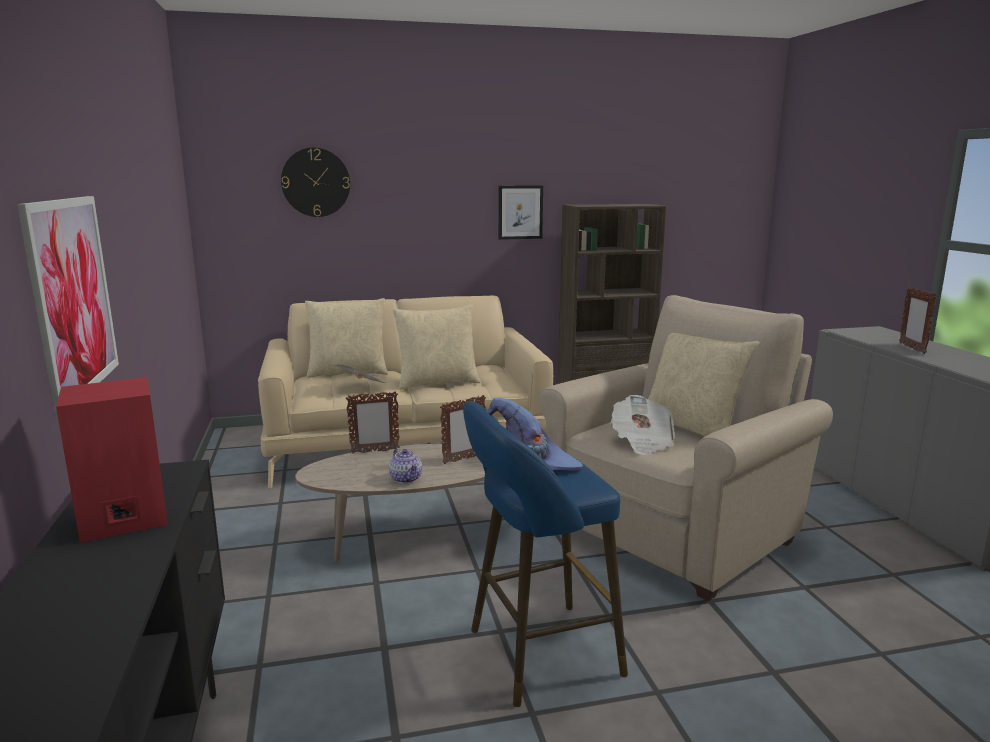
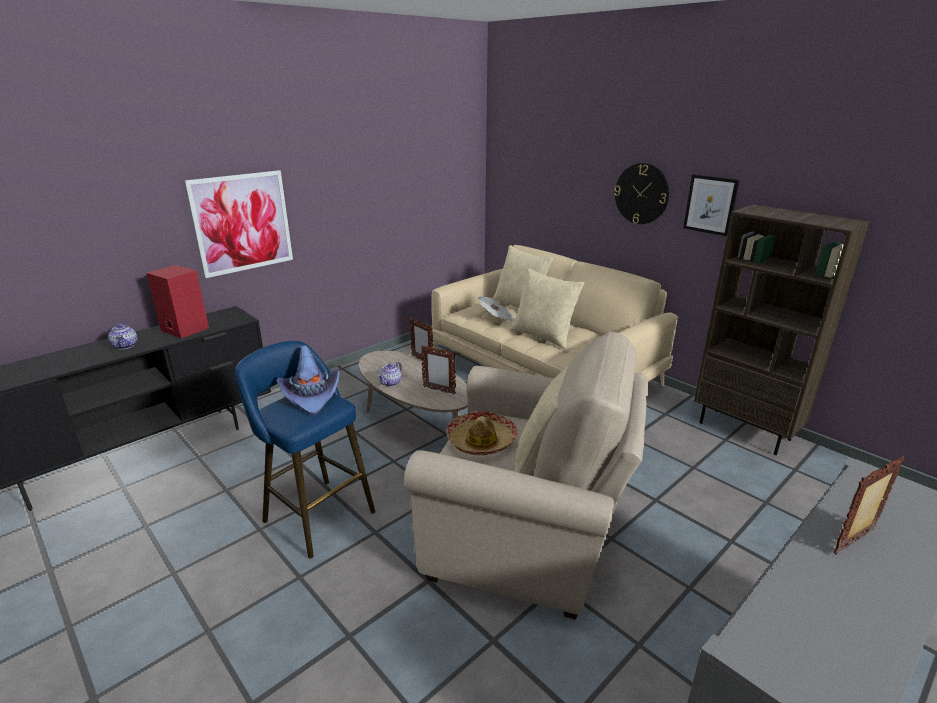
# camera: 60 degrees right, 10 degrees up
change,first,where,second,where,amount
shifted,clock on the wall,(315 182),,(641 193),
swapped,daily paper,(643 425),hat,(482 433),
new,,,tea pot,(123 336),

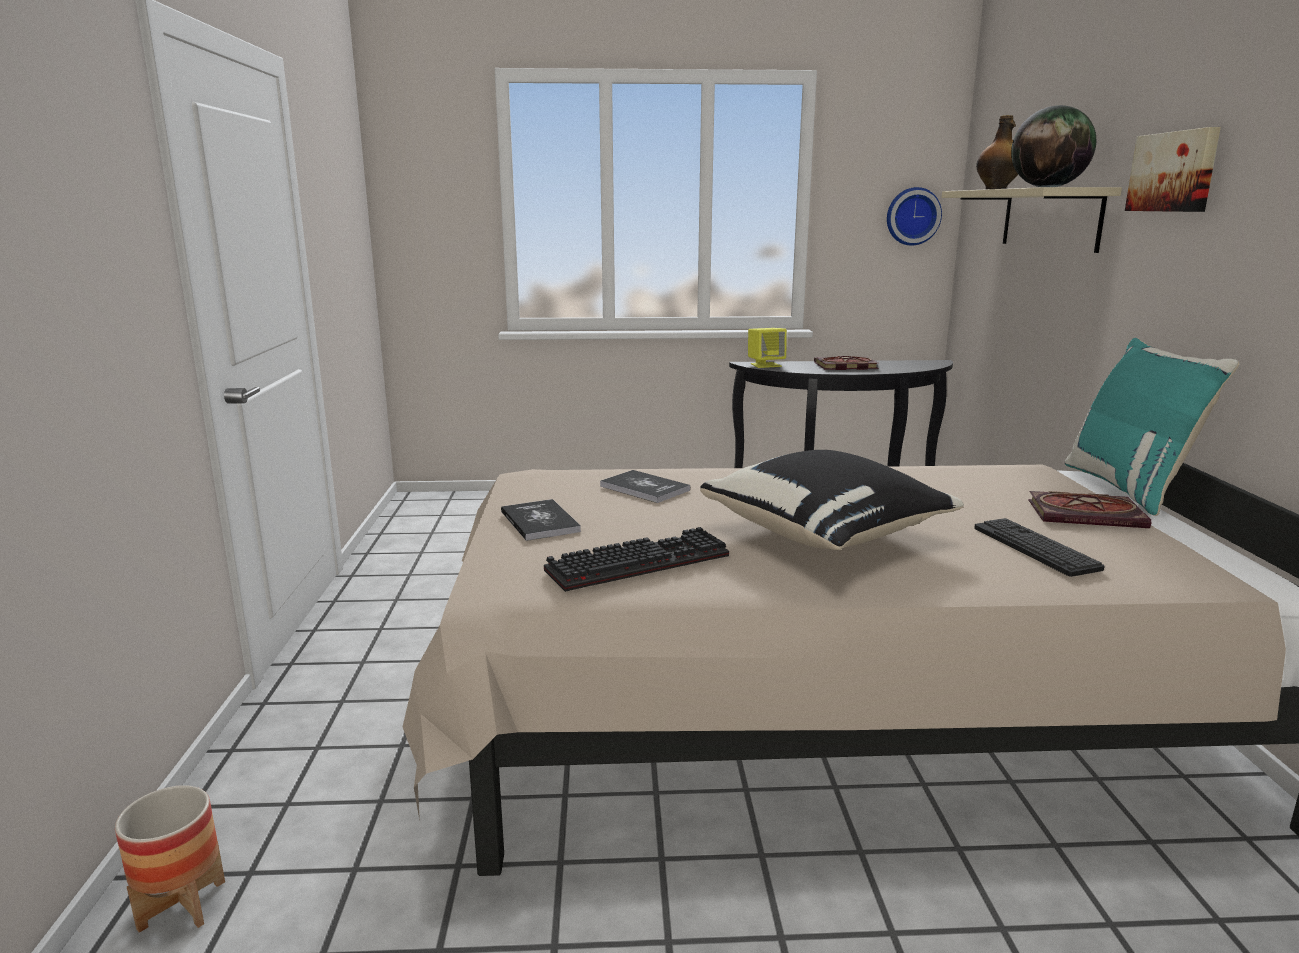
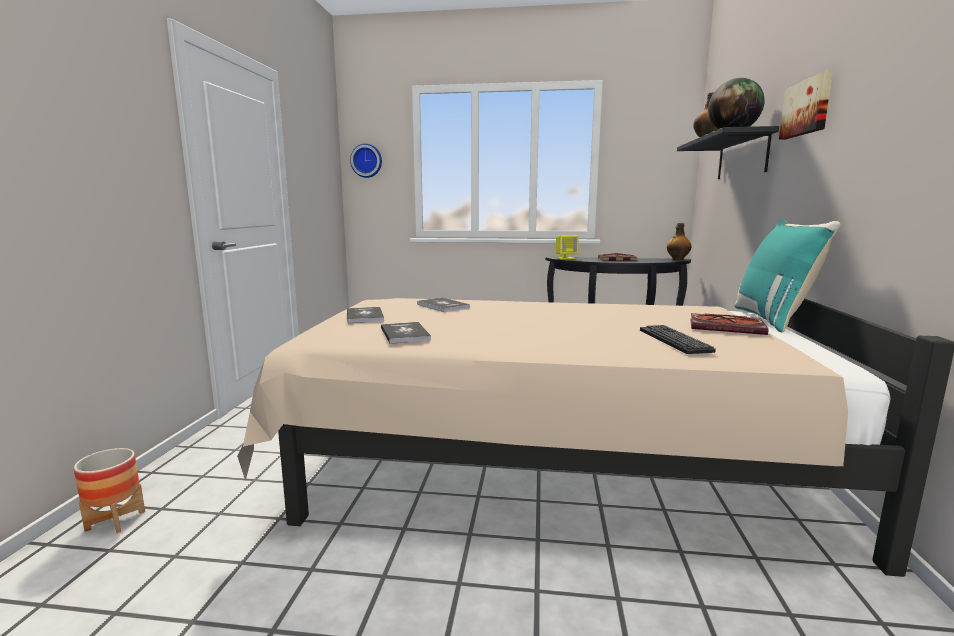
# camera: 10 degrees right, 5 degrees down
change,first,where,second,where,amount
shifted,clock on the wall,(914 216),,(366 160),
repainted,beige-coloured bracket shelf,(1032 220),blackish bracket shelf,(728 152),
gone,blackish cushion,(832 500),,,
swapped,keyboard,(636 559),bound book,(406 333),
new,,,beverage bottle,(679 241),

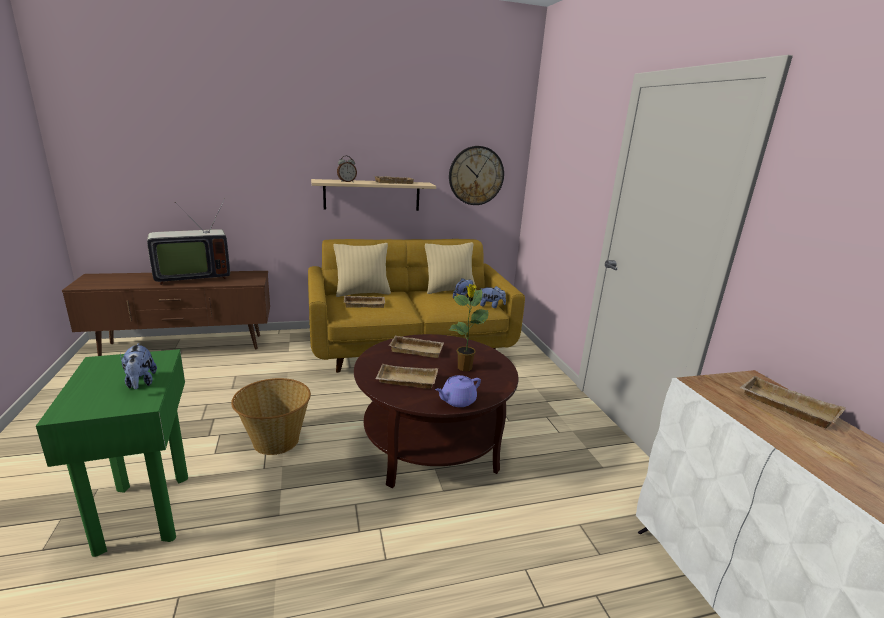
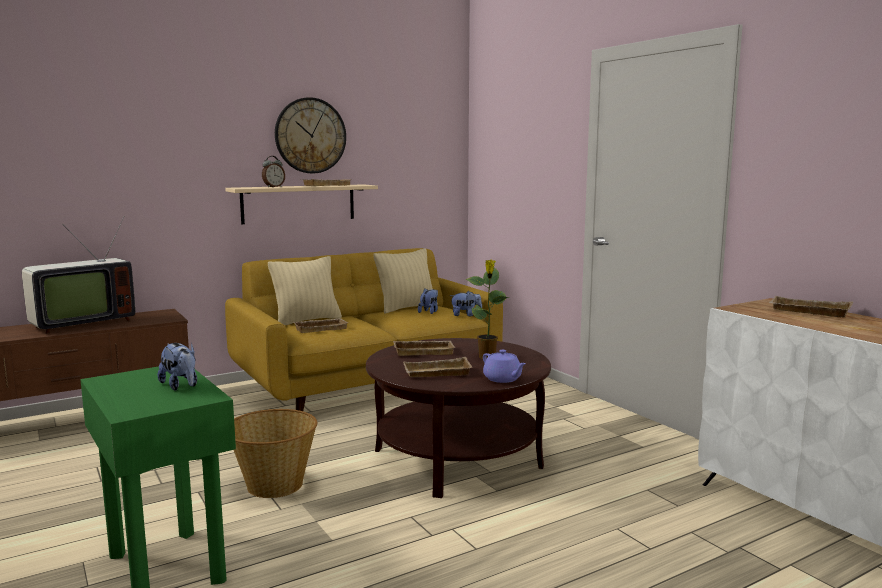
# camera: 15 degrees left, 10 degrees down
change,first,where,second,where,amount
shifted,clock on the wall,(476 175),,(310 135),
rotated,purplish tea pot,(458 391),,(504 366),75 degrees counterclockwise

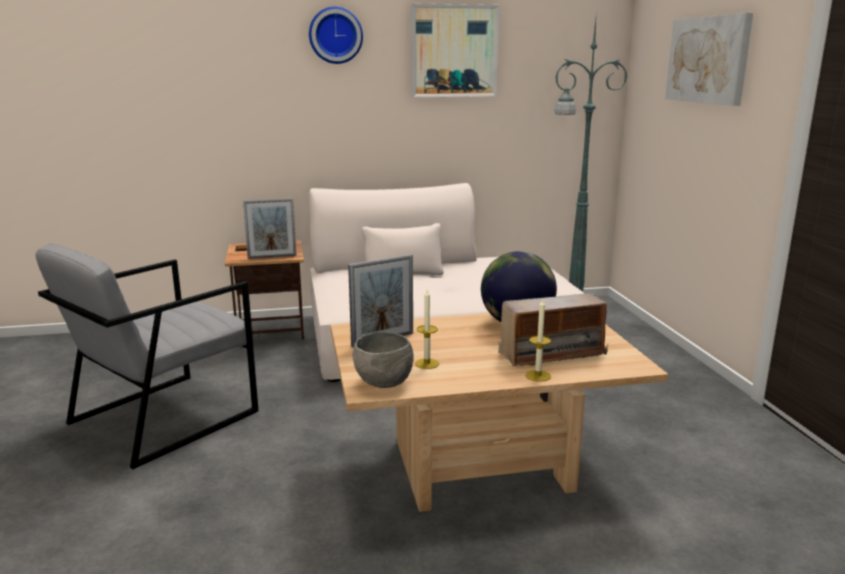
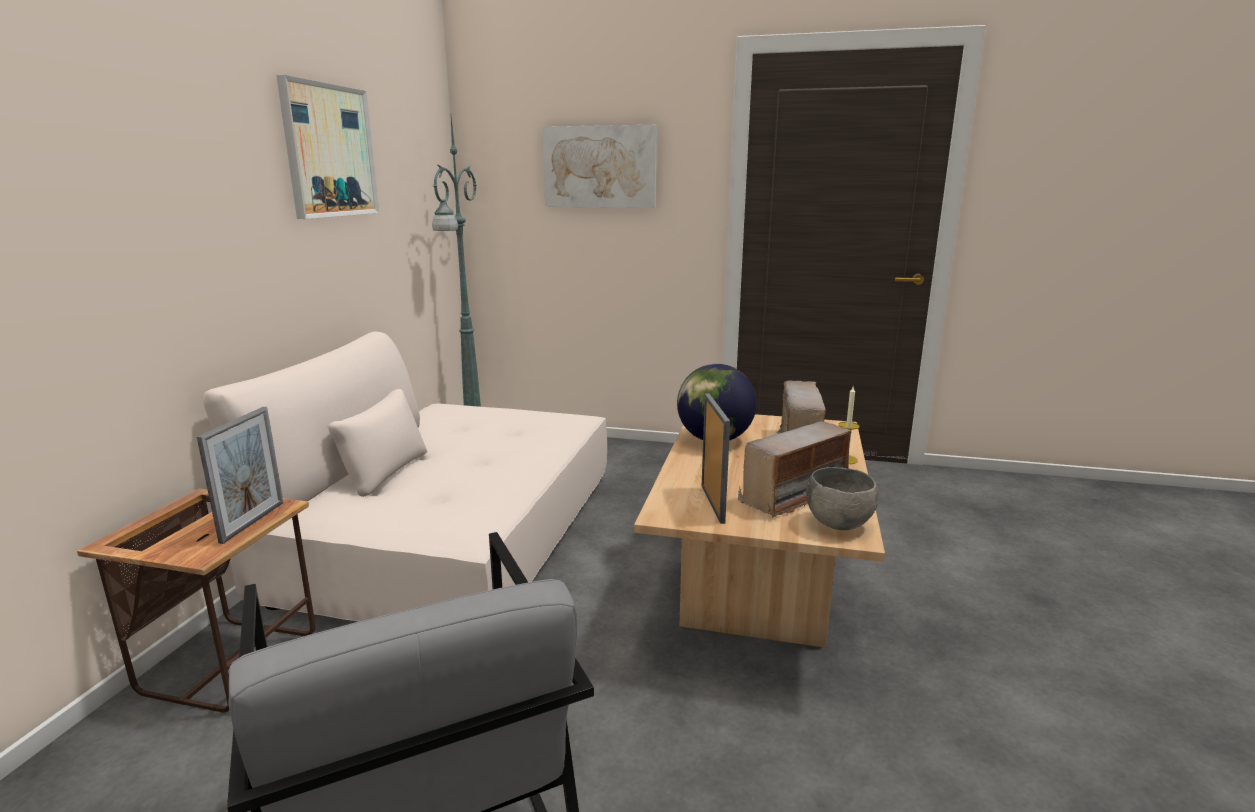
# camera: 65 degrees left, 0 degrees up
change,first,where,second,where,amount
gone,clock on the wall,(336 35),,,
swapped,wax light,(427 329),radio,(794 469),

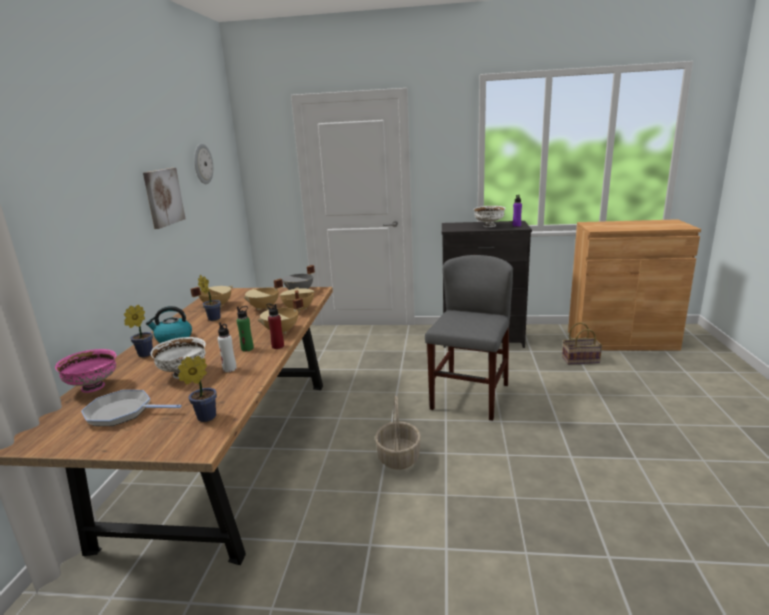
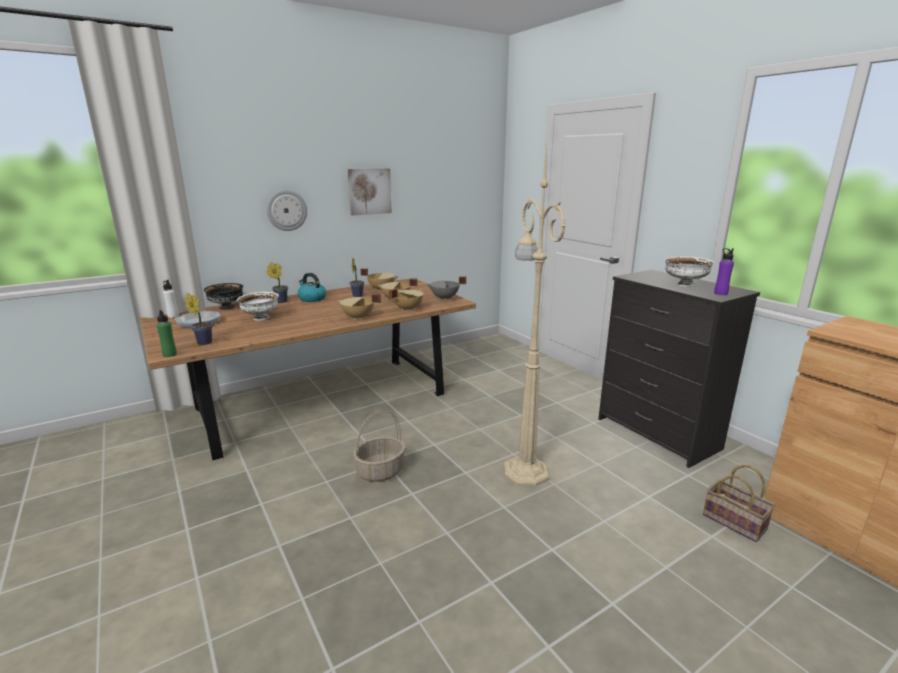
# camera: 50 degrees right, 0 degrees up
change,first,where,second,where,amount
shifted,clock on the wall,(203 164),,(286 210),
swapped,greyish chair,(469 338),beige-coloured standard lamp,(535 315),
gone,reddish beverage bottle,(275 326),,,
shifted,green-coloured beverage bottle,(245 329),,(167 333),
shifted,white-coloured beverage bottle,(227 347),,(171 299),
repainted,pink serving bowl,(86 371),blackish serving bowl,(223 296),

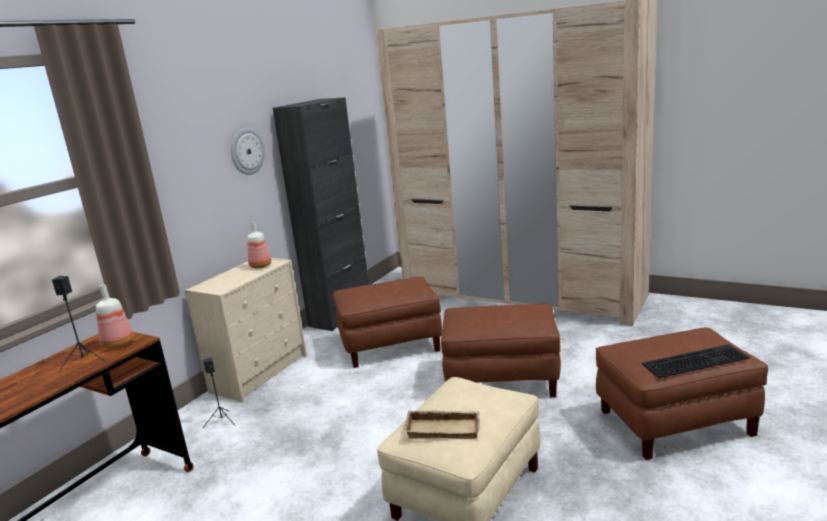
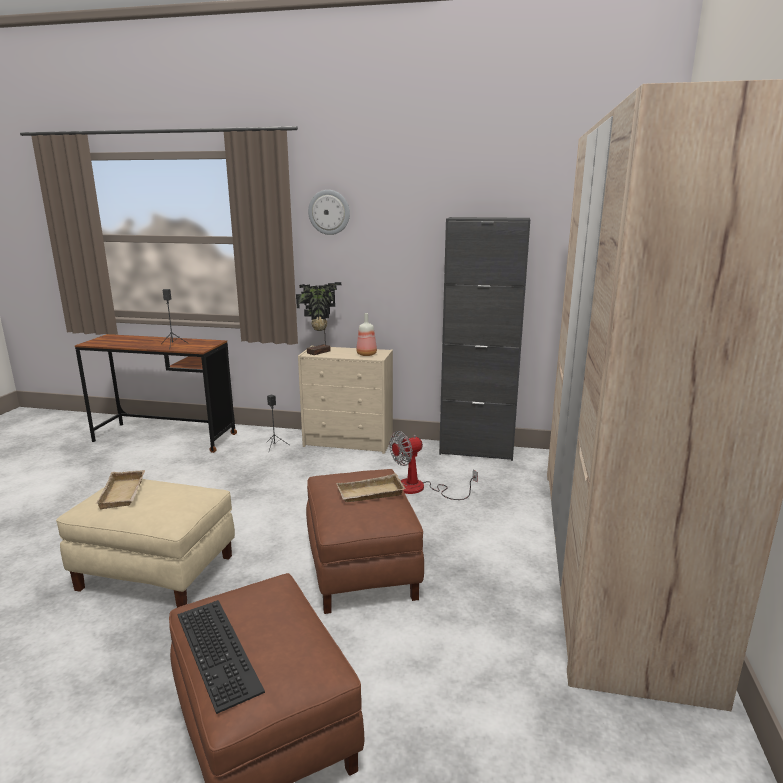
# camera: 70 degrees right, 0 degrees up
change,first,where,second,where,amount
shifted,clock on the wall,(248 151),,(329 212),
swapped,brownish pouffe,(388 322),cooling fan,(433 465),
gone,beverage bottle,(115 316),,,
new,,,potted plant,(318 318),
new,,,beige-coloured tray,(371 487),

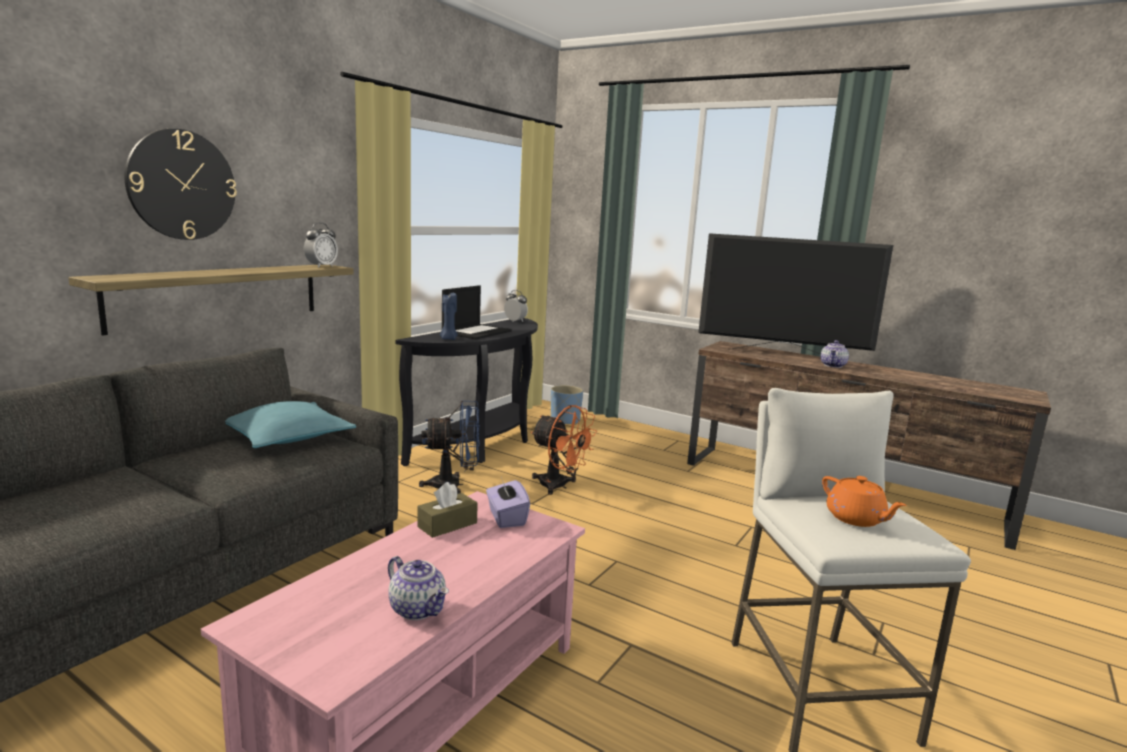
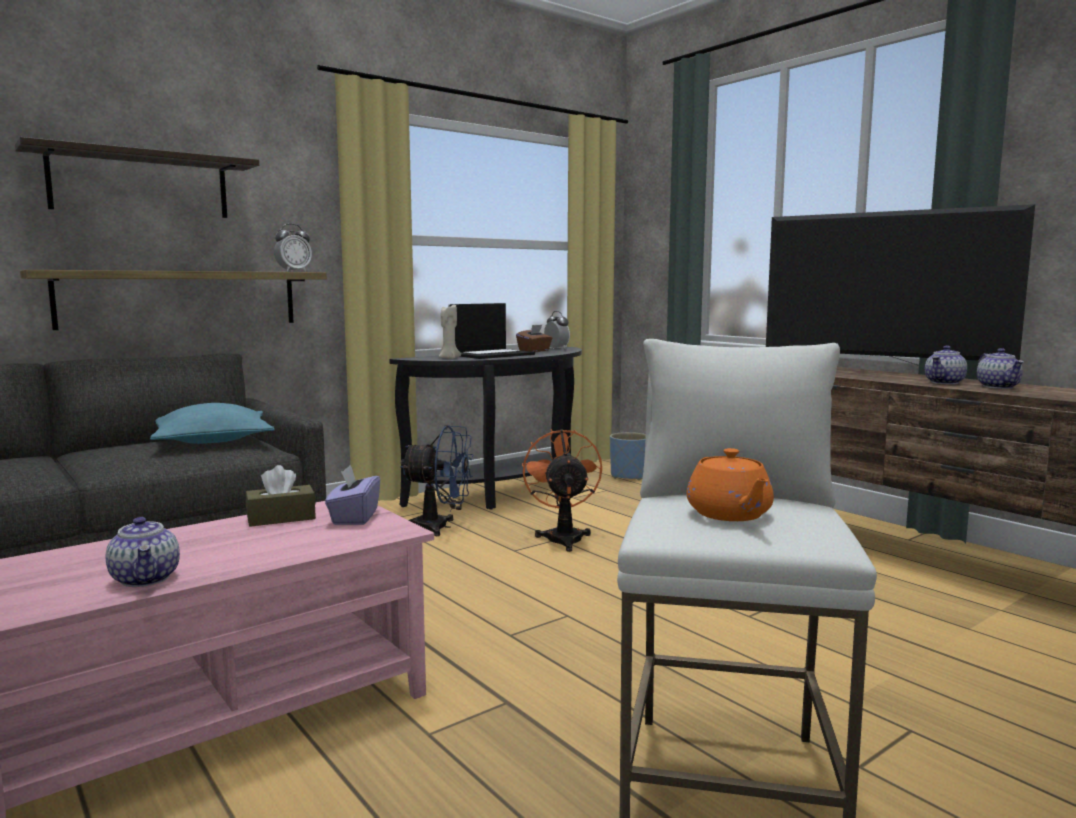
# camera: 20 degrees right, 5 degrees down
change,first,where,second,where,amount
swapped,clock on the wall,(180 184),bracket shelf,(137 177),
repainted,bluish wax light,(449 316),beige-coloured wax light,(450 332),
rotated,orangey cooling fan,(564 450),,(562 490),150 degrees counterclockwise
new,,,brownish box of tissues,(534 338),
new,,,tea pot,(1000 368),

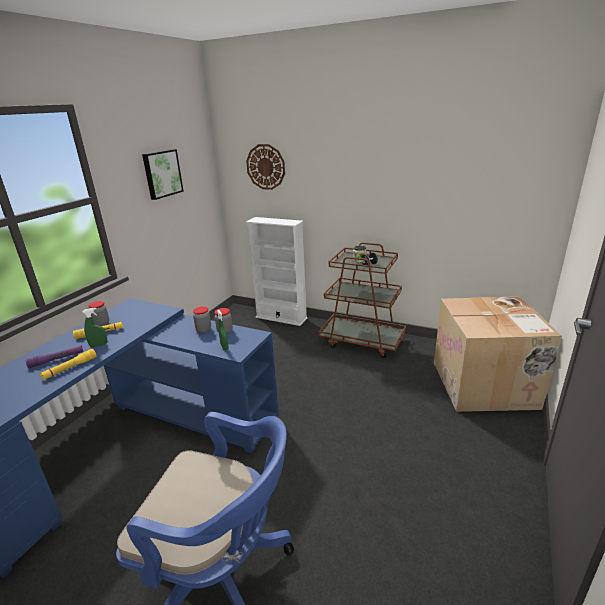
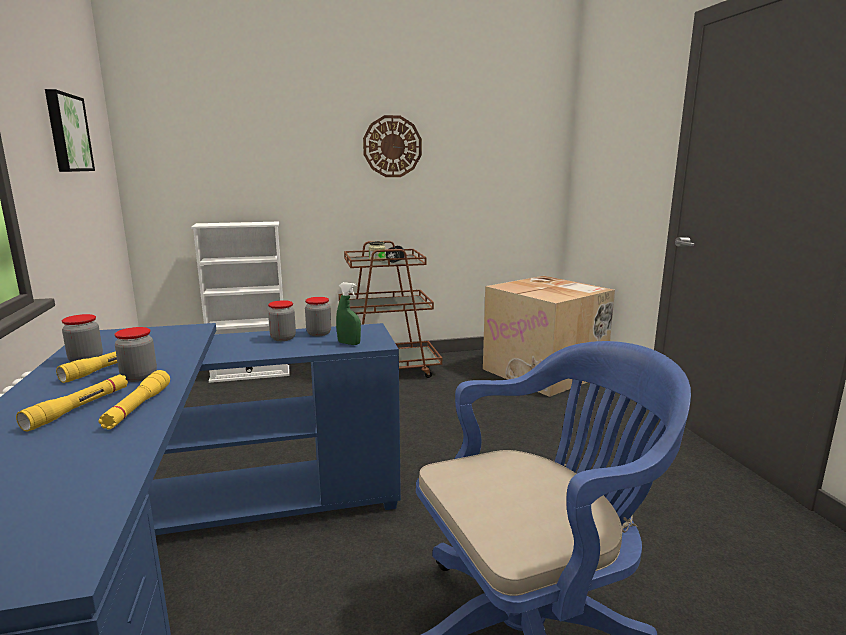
# camera: 40 degrees left, 10 degrees down
change,first,where,second,where,amount
shifted,clock on the wall,(265 167),,(392 146),
swapped,green-coloured sprayer,(94 327),storage jar,(135 354),
repainted,purplish flashlight,(54 356),yellow-coloured flashlight,(72 402),

